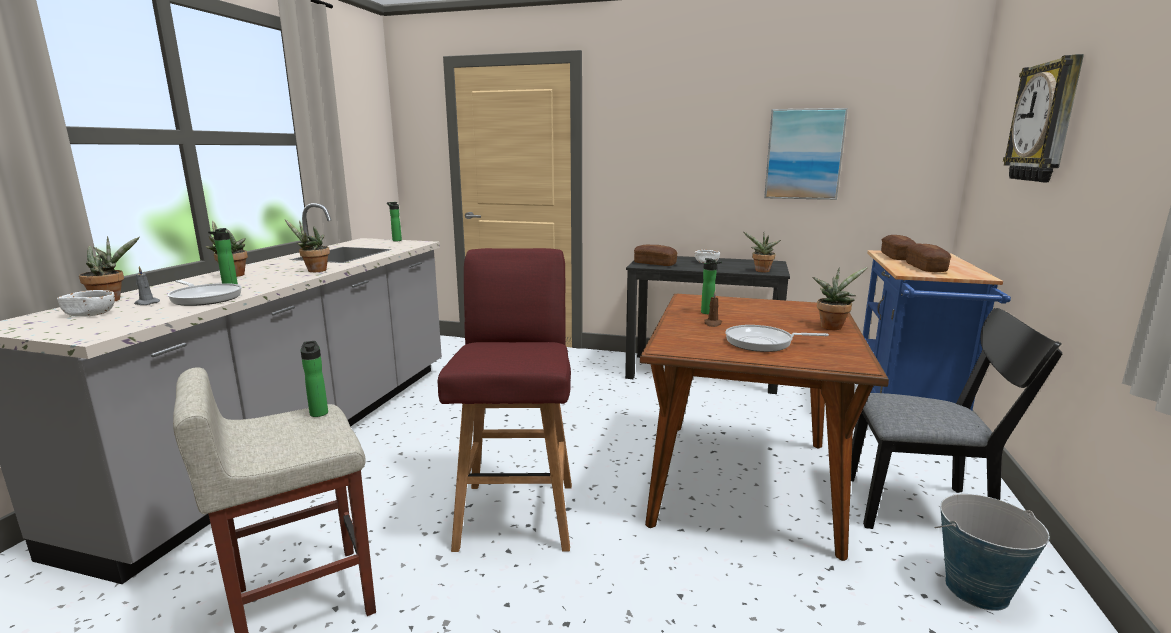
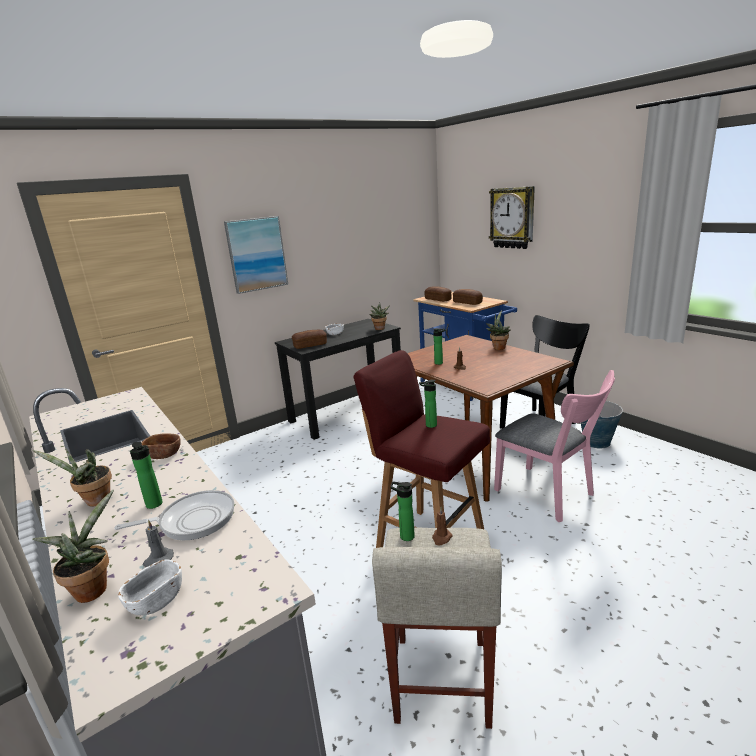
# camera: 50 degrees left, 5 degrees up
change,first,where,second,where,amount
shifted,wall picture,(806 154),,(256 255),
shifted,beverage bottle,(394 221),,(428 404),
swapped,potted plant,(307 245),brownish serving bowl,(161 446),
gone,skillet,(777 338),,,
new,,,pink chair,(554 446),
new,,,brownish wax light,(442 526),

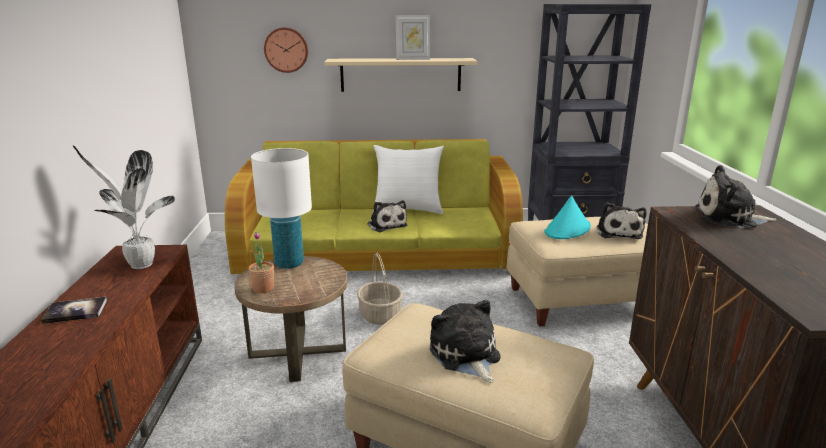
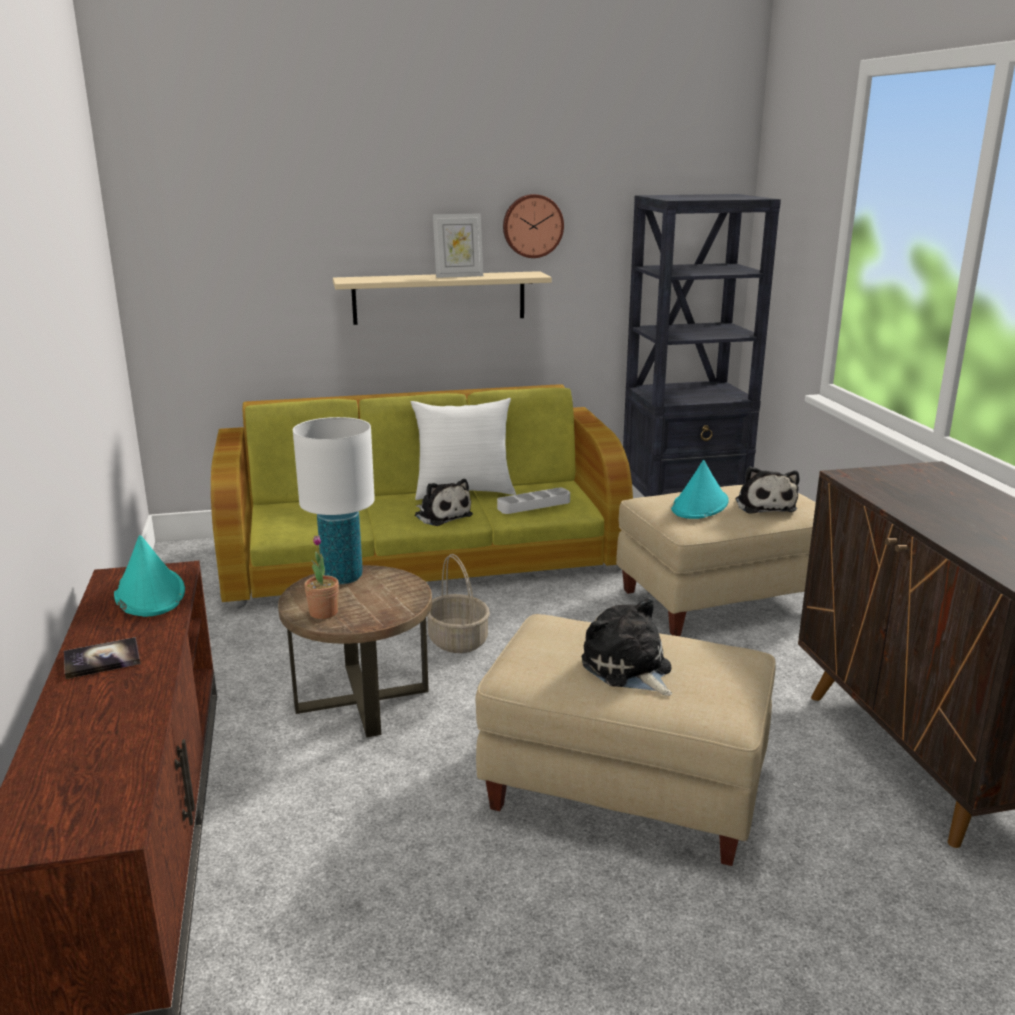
# camera: 10 degrees left, 0 degrees up
change,first,where,second,where,amount
shifted,clock on the wall,(286 50),,(533 226),
swapped,potted plant,(124 207),turquoise hat,(149 576),
gone,plush toy,(736 196),,,
new,,,white-coloured tray,(533 501),

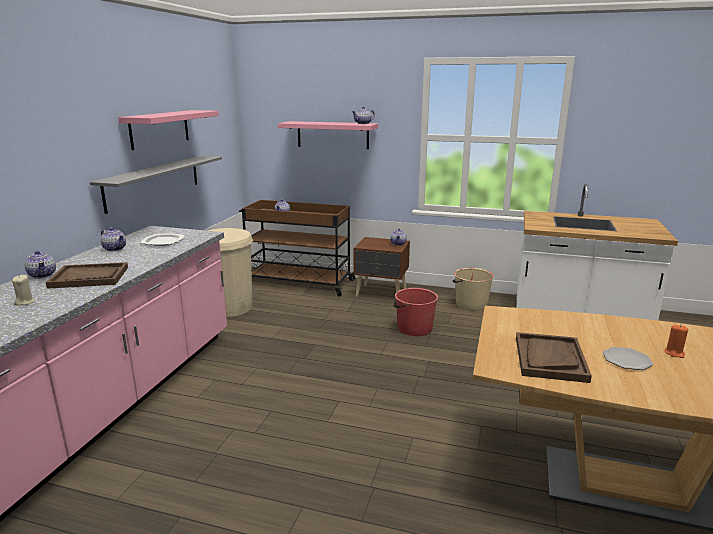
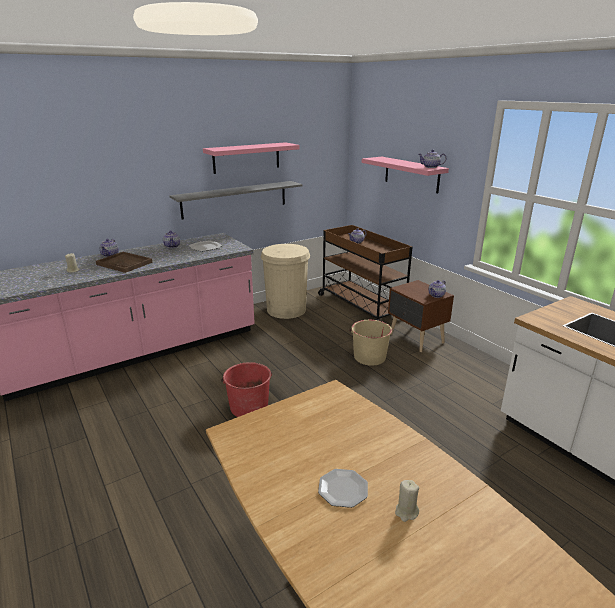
# camera: 40 degrees right, 5 degrees up
change,first,where,second,where,amount
shifted,beige-coloured bucket,(473 289),,(371 343),
shifted,reddish bucket,(416 312),,(246 389),
repainted,orangey wax light,(676 341),beige-coloured wax light,(407 501),
gone,brownish tray,(554 357),,,

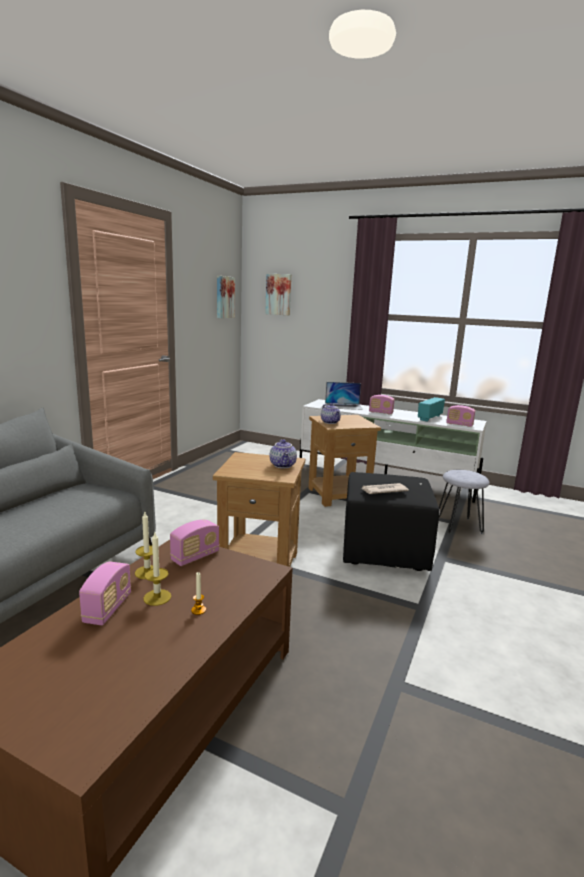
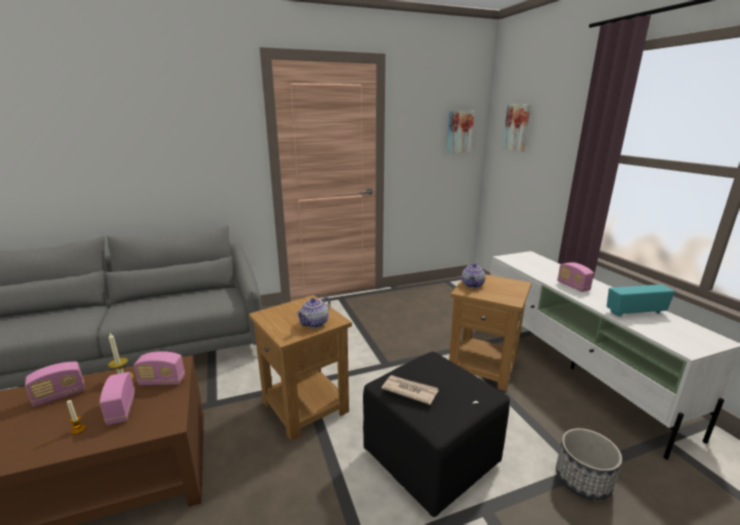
# camera: 45 degrees right, 5 degrees up
change,first,where,second,where,amount
gone,notebook computer,(344 396),,,
shifted,radio,(460 416),,(117 398),
swapped,greyish stool seat,(464 502),plant pot,(589 464),
gone,wax light,(157 569),,,

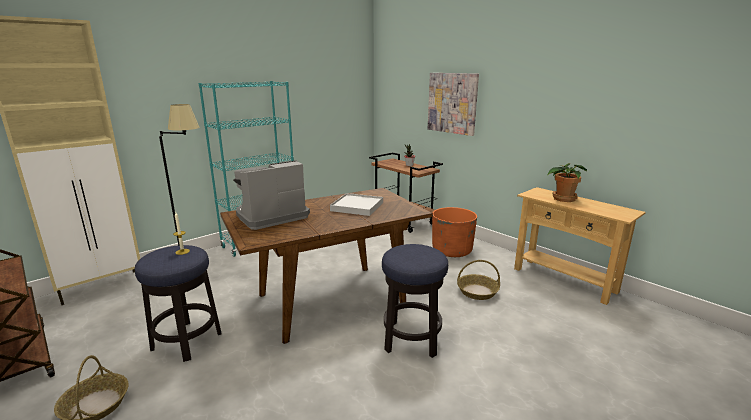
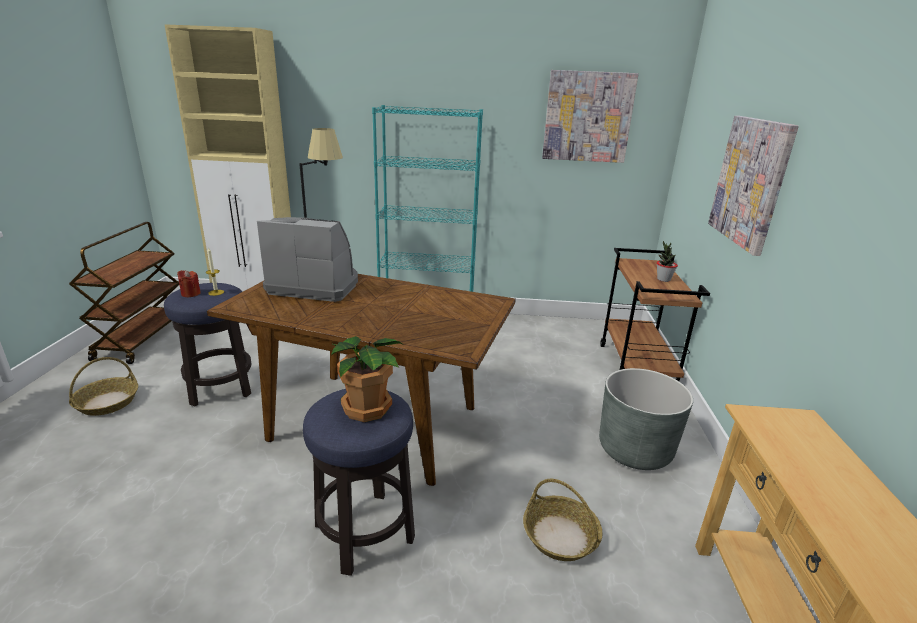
# camera: 45 degrees right, 5 degrees up
change,first,where,second,where,amount
shifted,potted plant,(567 182),,(367 379),
gone,white-coloured tray,(356 204),,,
repainted,orangey plant pot,(454 232),greyish plant pot,(646 419),
new,,,wall picture,(590 116),
new,,,reddish wax light,(189 283),

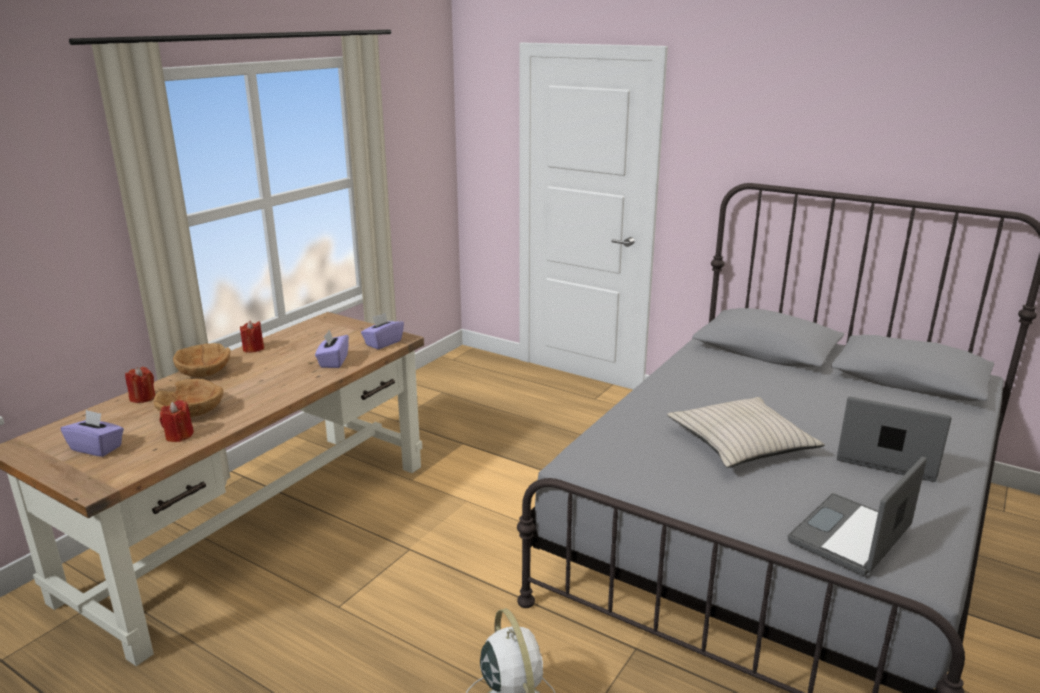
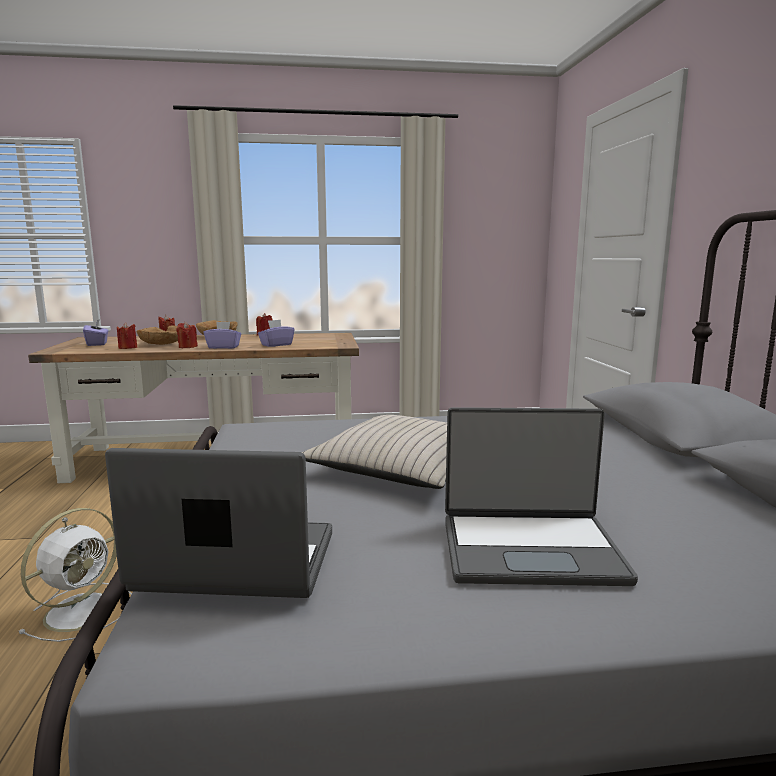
# camera: 50 degrees right, 10 degrees down
change,first,where,second,where,amount
shifted,purplish box of tissues,(382 331),,(222 335),
rotated,notebook computer,(894 439),,(541 496),105 degrees clockwise
new,,,reddish wax light,(187 335),

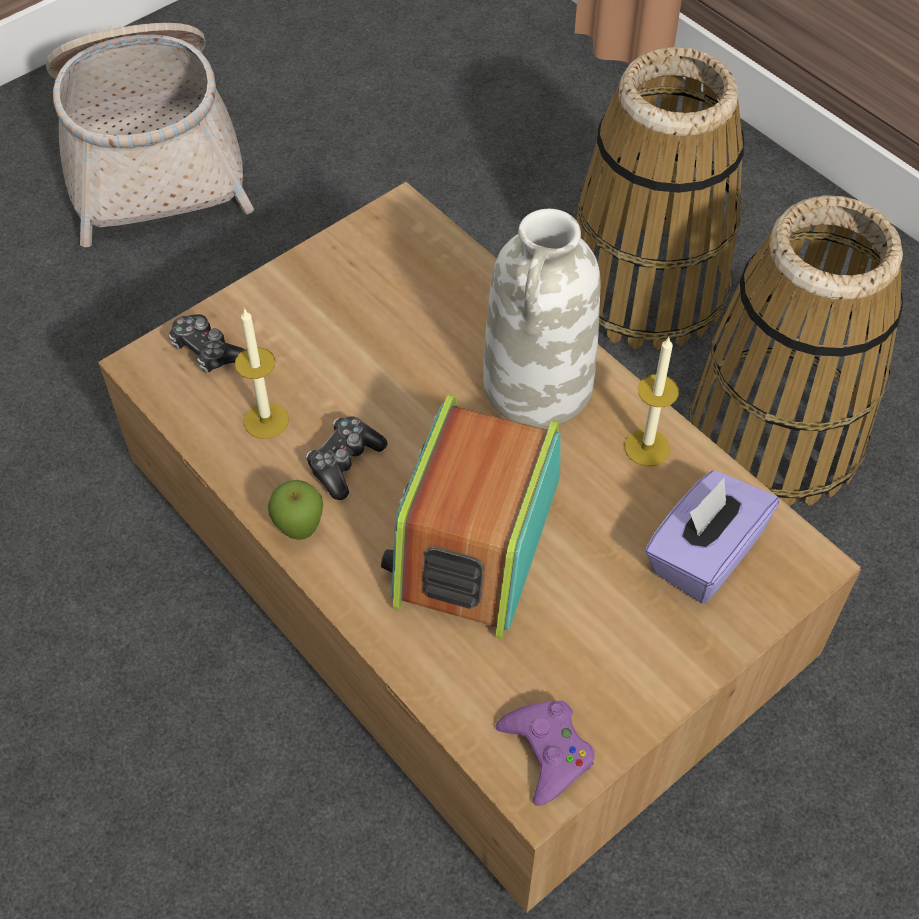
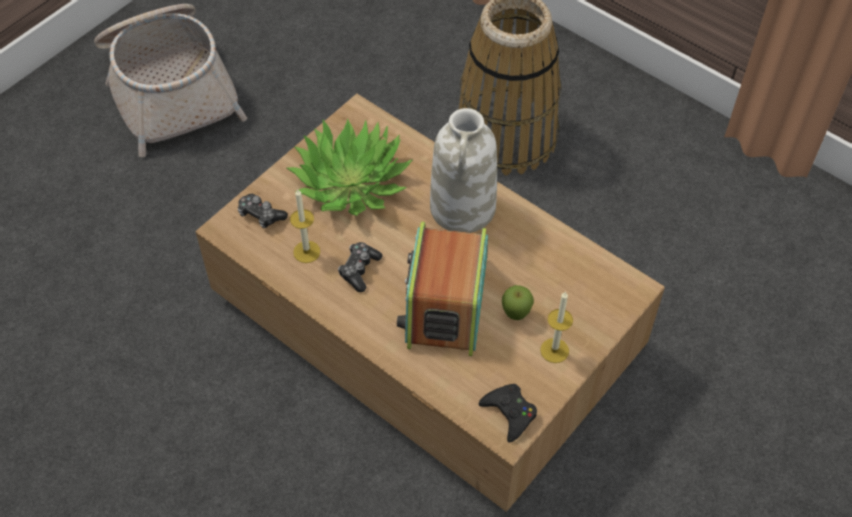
# camera: 10 degrees left, 0 degrees up
change,first,where,second,where,amount
gone,storage basket,(796 350),,,
shifted,wax light,(651 401),,(556 327),
gone,purplish box of tissues,(712 536),,,
shifted,apple,(295 510),,(518 302),
repainted,purplish game controller,(545 753),blackish game controller,(508 413),
new,,,potted plant,(349 167),

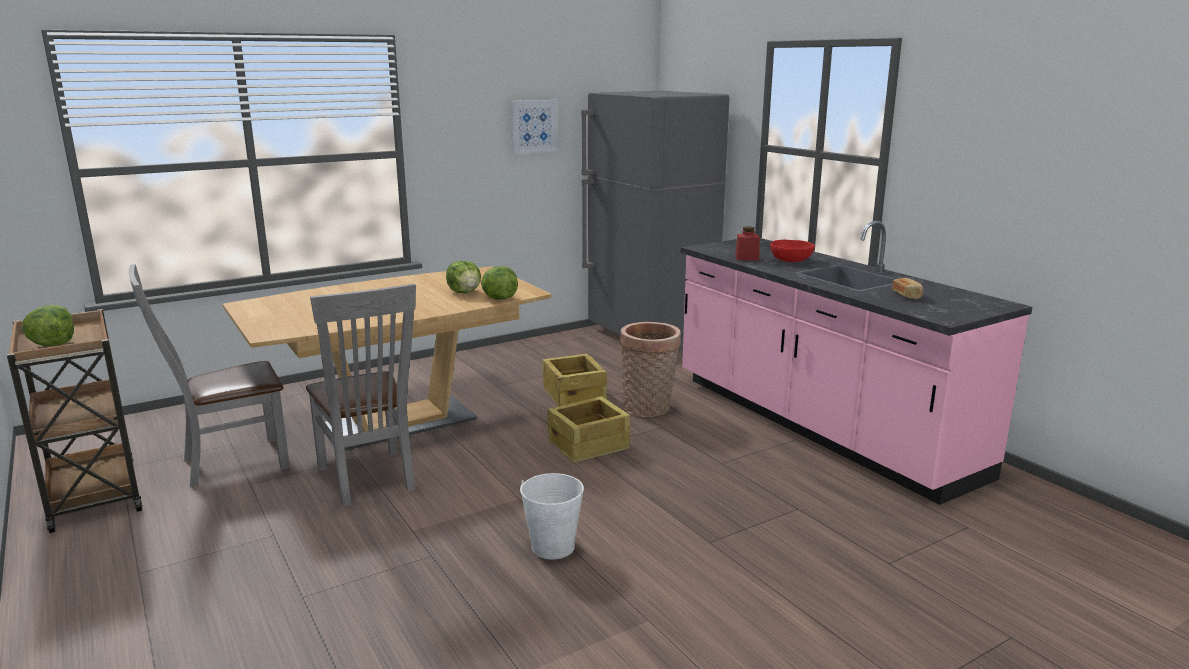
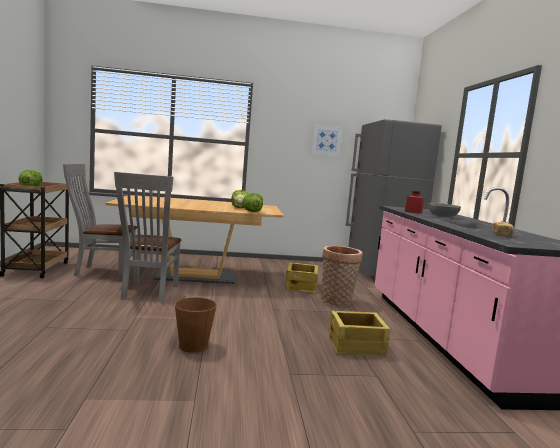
# camera: 25 degrees right, 10 degrees down
change,first,where,second,where,amount
repainted,reddish serving bowl,(792 251),greyish serving bowl,(445 210),
shifted,crate,(589 429),,(359 334),
repainted,white-coloured bucket,(552 516),brownish bucket,(195 324),

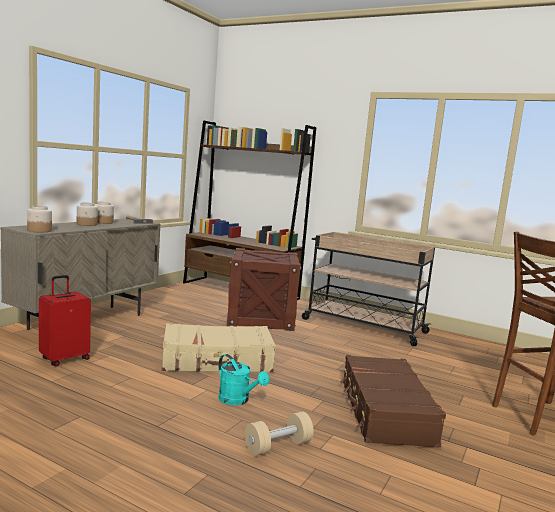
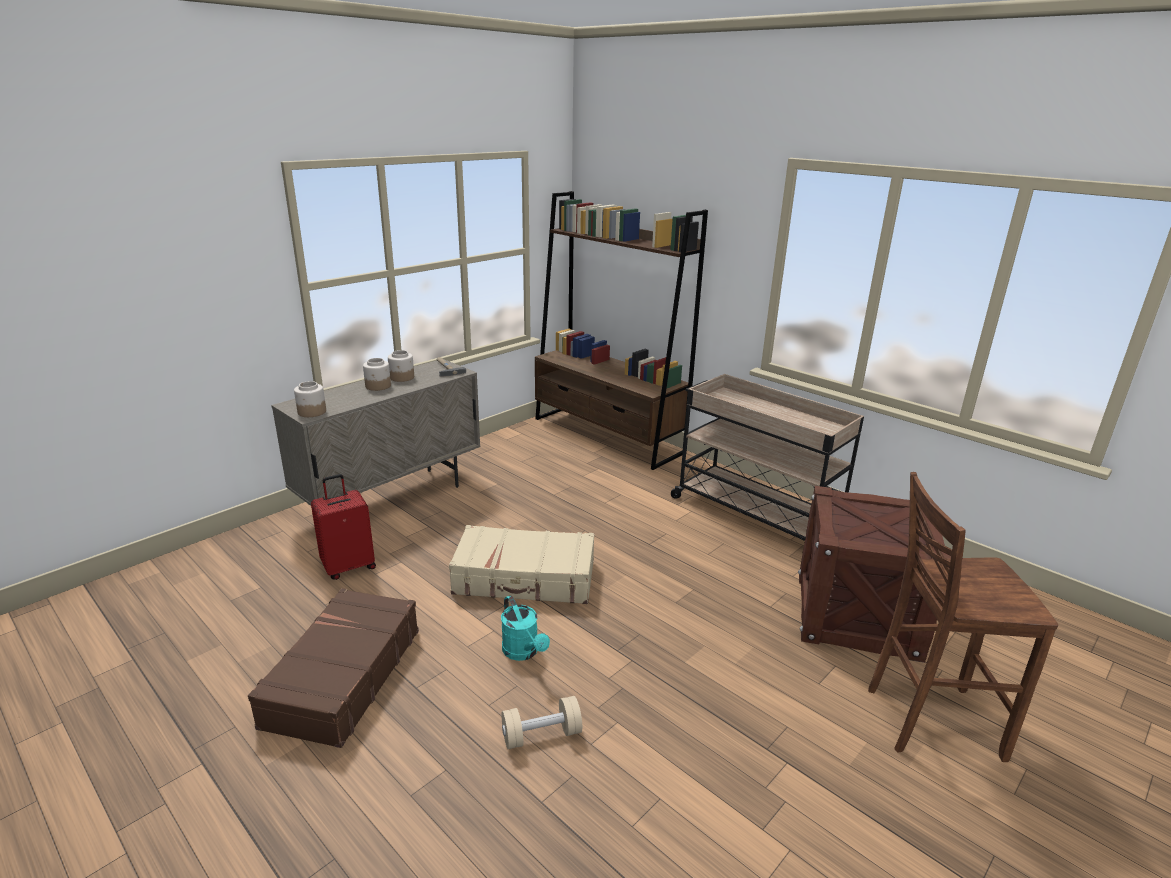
# camera: 15 degrees right, 15 degrees up
change,first,where,second,where,amount
shifted,crate,(263 289),,(874 574),
shifted,brownish piece of luggage,(393 401),,(333 668),

